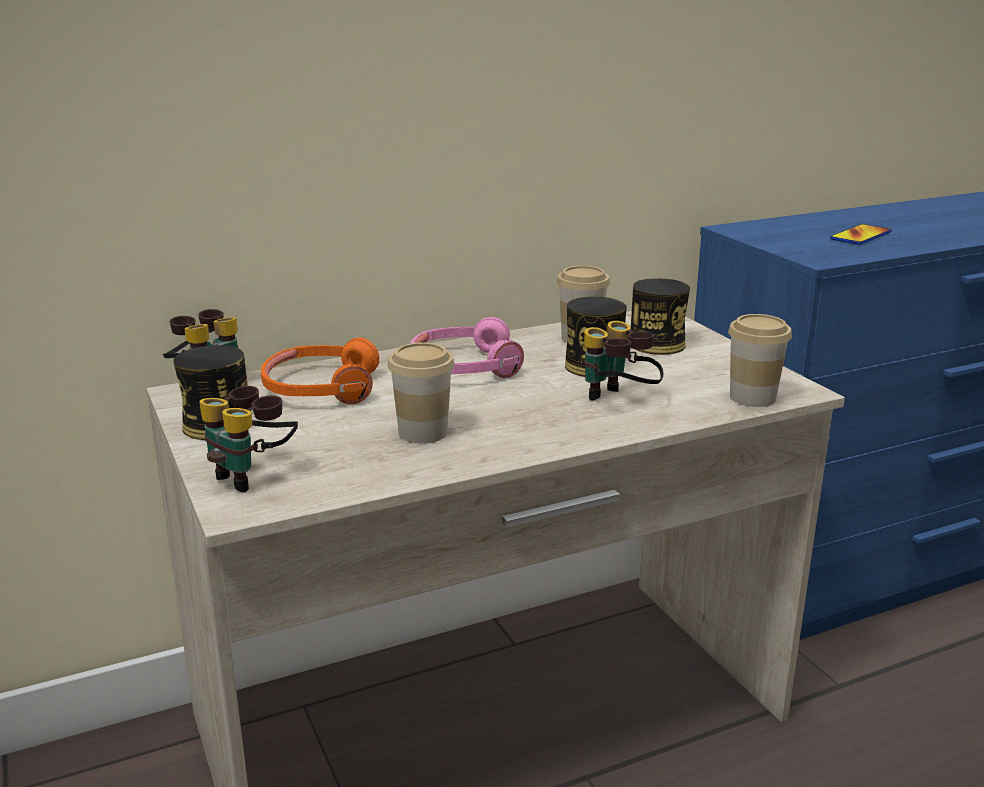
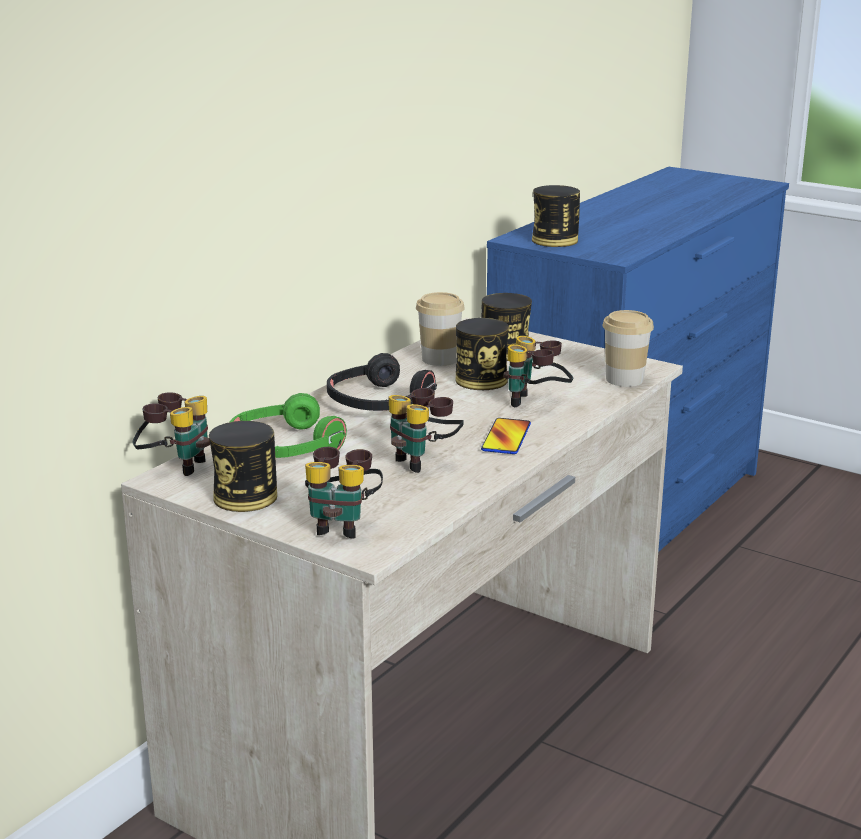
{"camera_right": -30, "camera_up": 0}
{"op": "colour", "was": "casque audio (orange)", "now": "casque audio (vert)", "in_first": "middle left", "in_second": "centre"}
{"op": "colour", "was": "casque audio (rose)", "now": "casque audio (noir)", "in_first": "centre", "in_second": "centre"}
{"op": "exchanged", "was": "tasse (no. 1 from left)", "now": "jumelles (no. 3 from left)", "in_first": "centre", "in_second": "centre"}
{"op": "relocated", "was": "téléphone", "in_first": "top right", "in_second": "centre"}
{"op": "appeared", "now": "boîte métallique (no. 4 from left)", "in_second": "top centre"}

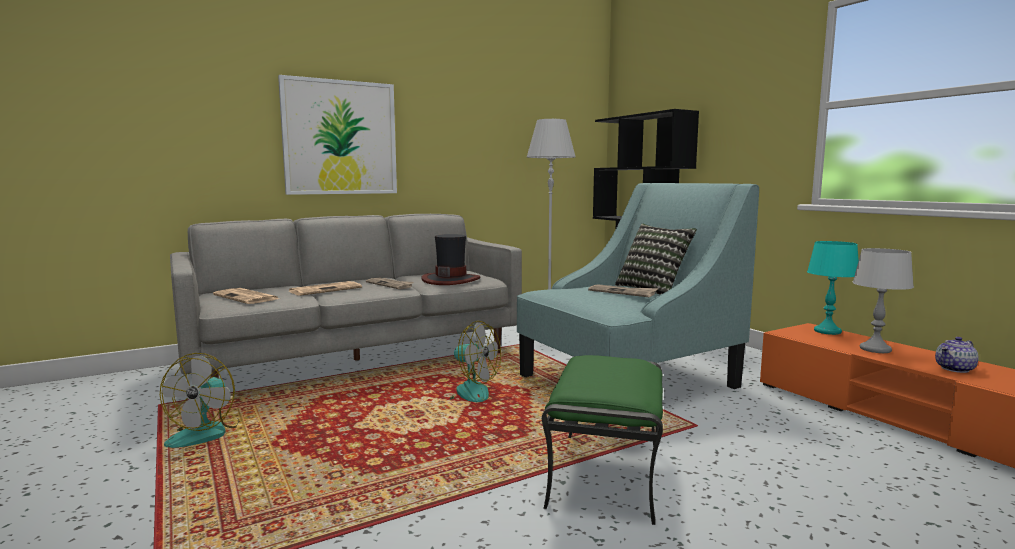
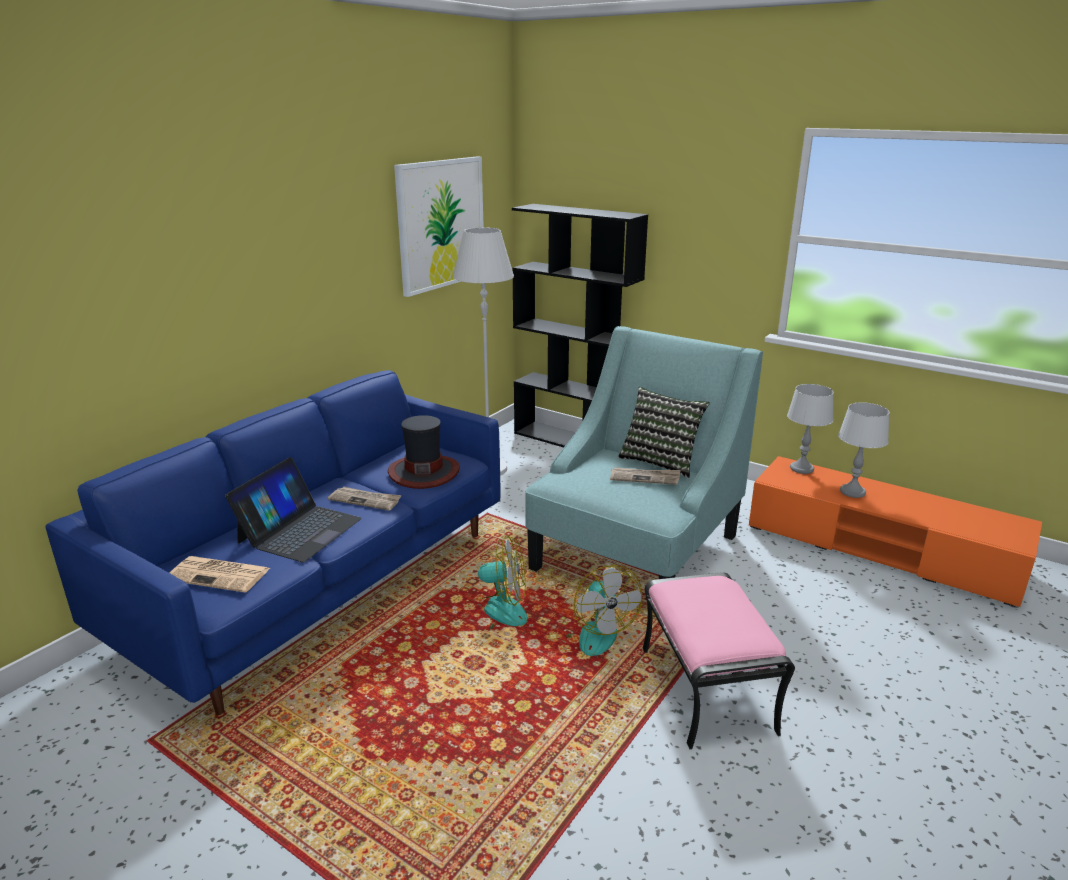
{"camera_right": -25, "camera_up": 15}
{"op": "colour", "was": "canapé (gris)", "now": "canapé (bleu)", "in_first": "centre", "in_second": "middle left"}
{"op": "exchanged", "was": "journal (no. 2 from left)", "now": "ordinateur portable", "in_first": "middle left", "in_second": "middle left"}
{"op": "relocated", "was": "tableau", "in_first": "top left", "in_second": "top centre"}
{"op": "relocated", "was": "ventilateur (no. 1 from left in the first image)", "now": "ventilateur (no. 2 from left)", "in_first": "bottom left", "in_second": "bottom centre"}
{"op": "colour", "was": "pouf (vert)", "now": "pouf (rose)", "in_first": "bottom centre", "in_second": "bottom right"}
{"op": "colour", "was": "lampe de table (turquoise)", "now": "lampe de table (gris) (no. 1 from left)", "in_first": "middle right", "in_second": "middle right"}
{"op": "missing", "was": "théière", "in_first": "middle right"}

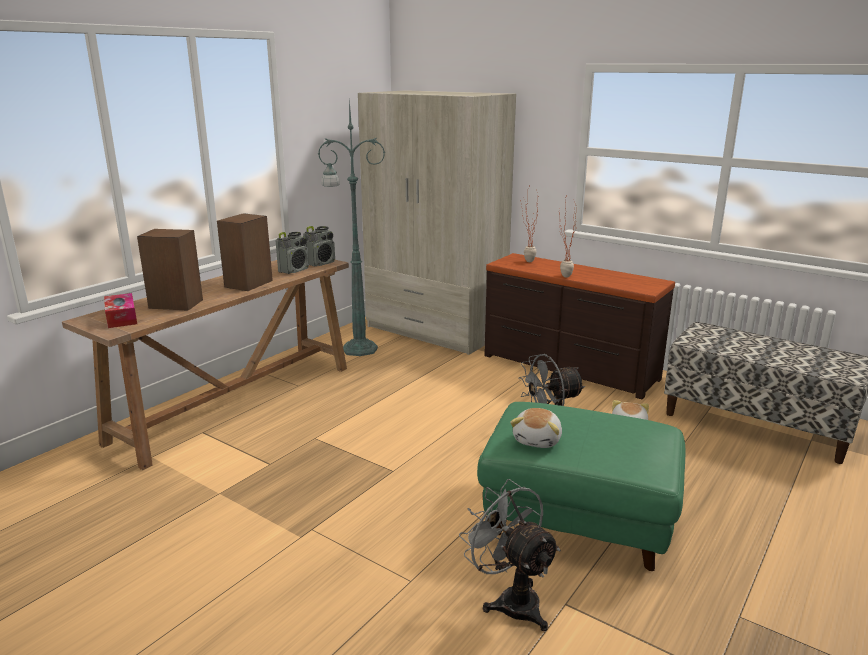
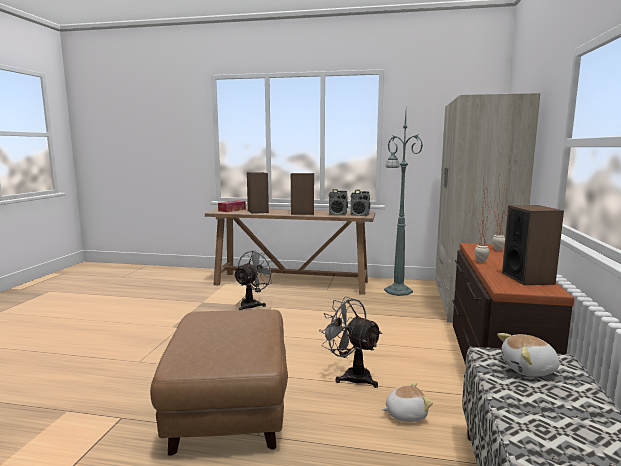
{"camera_right": 65, "camera_up": -10}
{"op": "colour", "was": "pouf (vert)", "now": "pouf (marron)", "in_first": "bottom right", "in_second": "bottom centre"}
{"op": "relocated", "was": "ventilateur (gris) (no. 1 from left)", "in_first": "bottom centre", "in_second": "centre"}
{"op": "relocated", "was": "peluche (no. 1 from left in the first image)", "now": "peluche (no. 2 from left)", "in_first": "centre", "in_second": "bottom right"}
{"op": "appeared", "now": "enceinte (no. 3 from left)", "in_second": "middle right"}

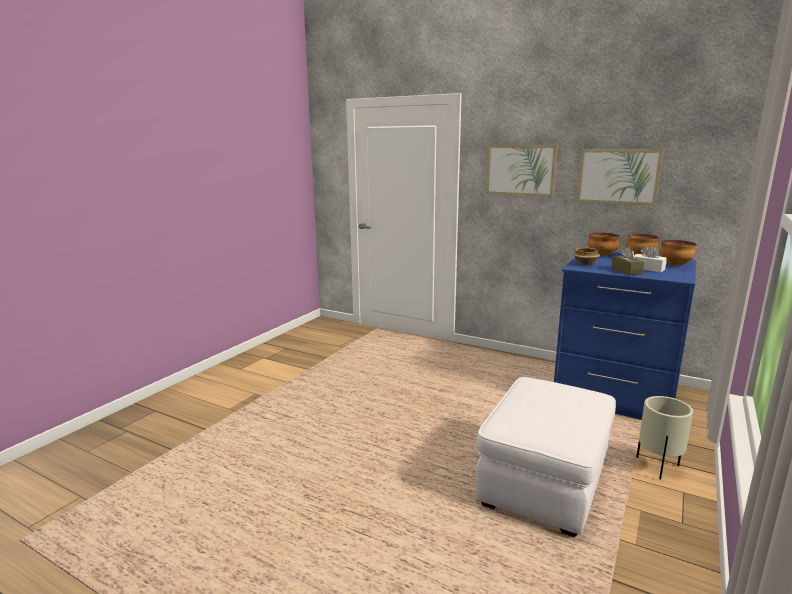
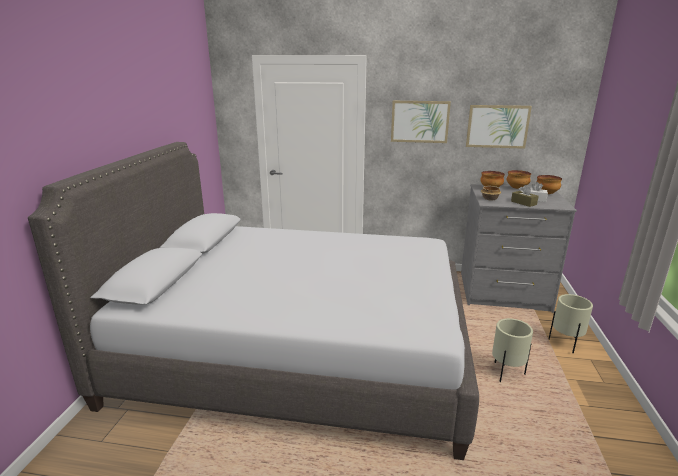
{"camera_right": -20, "camera_up": 5}
{"op": "appeared", "now": "lit (gris)", "in_second": "centre"}
{"op": "colour", "was": "commode (bleu)", "now": "commode (gris)", "in_first": "middle right", "in_second": "middle right"}
{"op": "exchanged", "was": "pouf (blanc)", "now": "cache-pot (beige) (no. 1 from left)", "in_first": "bottom right", "in_second": "bottom right"}

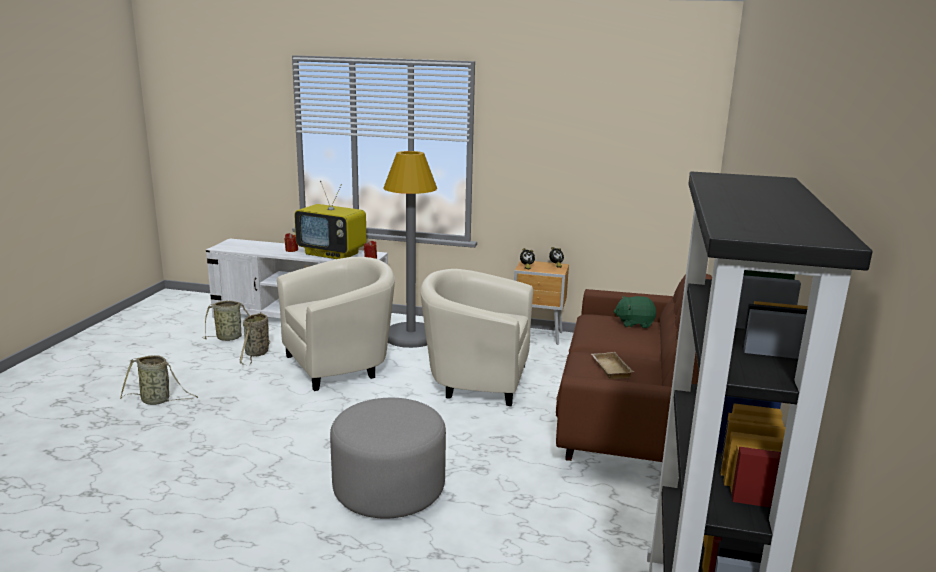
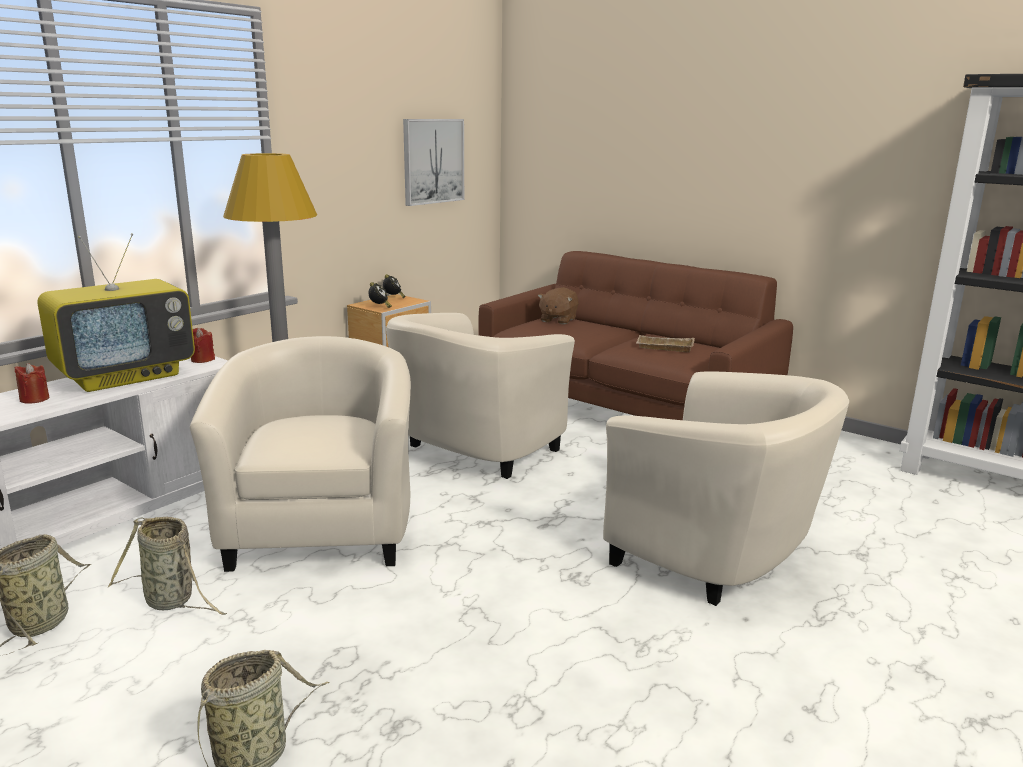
{"camera_right": -65, "camera_up": 0}
{"op": "appeared", "now": "tableau", "in_second": "top centre"}
{"op": "colour", "was": "peluche (vert)", "now": "peluche (marron)", "in_first": "middle right", "in_second": "centre"}
{"op": "exchanged", "was": "pouf (gris)", "now": "fauteuil (beige) (no. 3 from left)", "in_first": "bottom centre", "in_second": "middle right"}

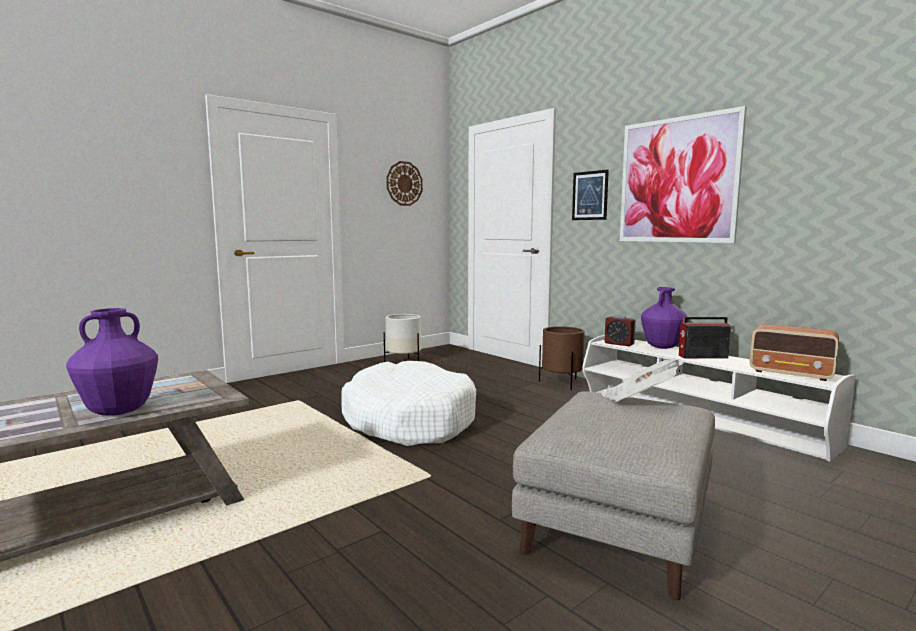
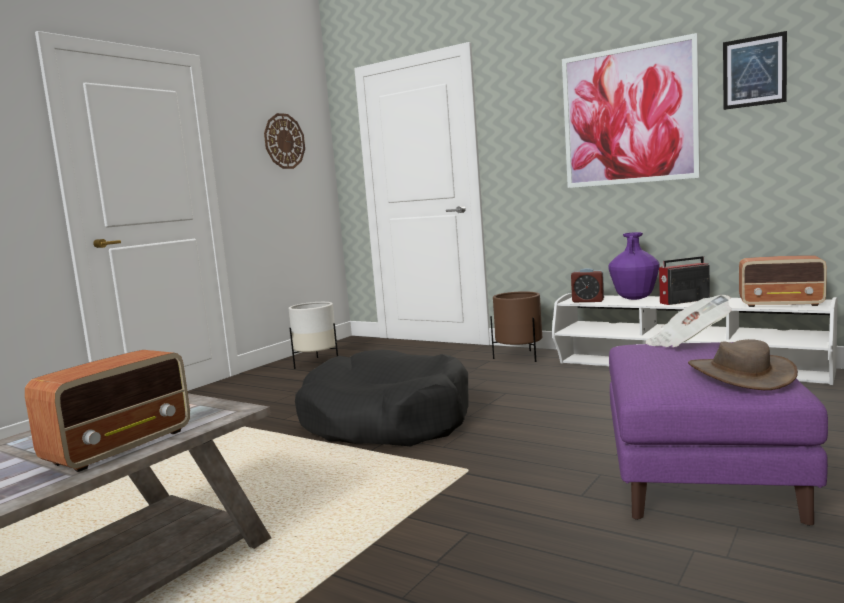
{"camera_right": -15, "camera_up": 0}
{"op": "exchanged", "was": "vase (violet) (no. 1 from left)", "now": "radio (no. 1 from left)", "in_first": "middle left", "in_second": "bottom left"}
{"op": "colour", "was": "panier pour chien (blanc)", "now": "panier pour chien (noir)", "in_first": "centre", "in_second": "centre"}
{"op": "colour", "was": "pouf (gris)", "now": "pouf (violet)", "in_first": "bottom right", "in_second": "bottom right"}
{"op": "appeared", "now": "chapeau (marron)", "in_second": "middle right"}
{"op": "relocated", "was": "tableau (no. 1 from left in the first image)", "now": "tableau (no. 2 from left)", "in_first": "top centre", "in_second": "top right"}

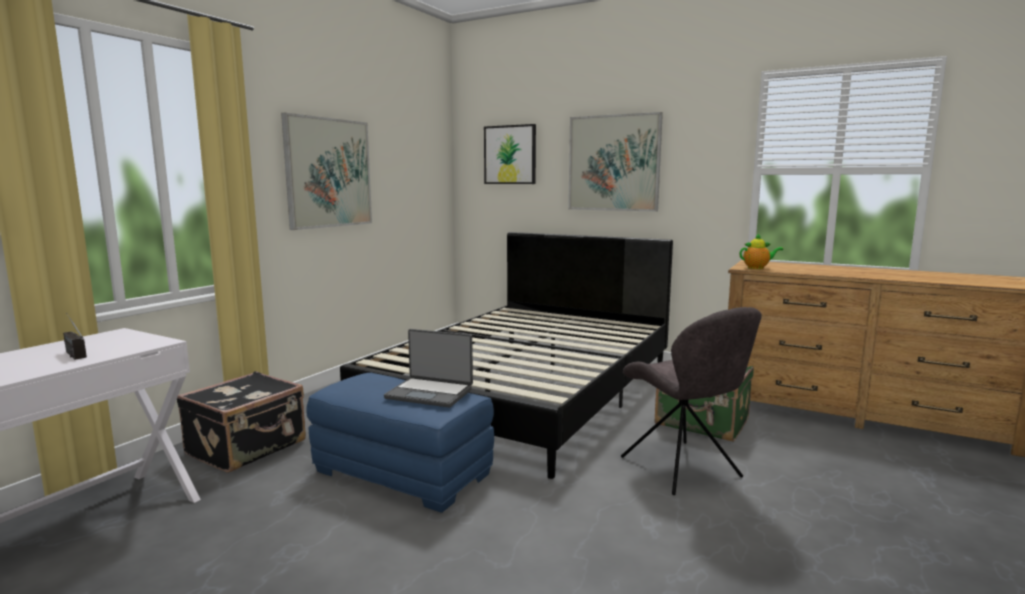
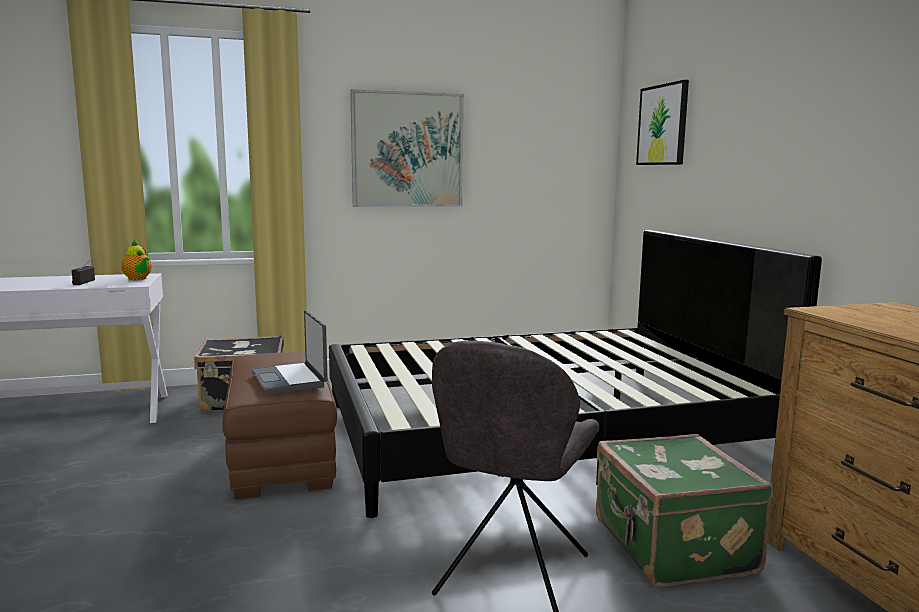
{"camera_right": 45, "camera_up": 0}
{"op": "relocated", "was": "théière", "in_first": "middle right", "in_second": "middle left"}
{"op": "colour", "was": "pouf (bleu)", "now": "pouf (marron)", "in_first": "bottom centre", "in_second": "bottom left"}
{"op": "missing", "was": "tableau (no. 3 from left)", "in_first": "top centre"}

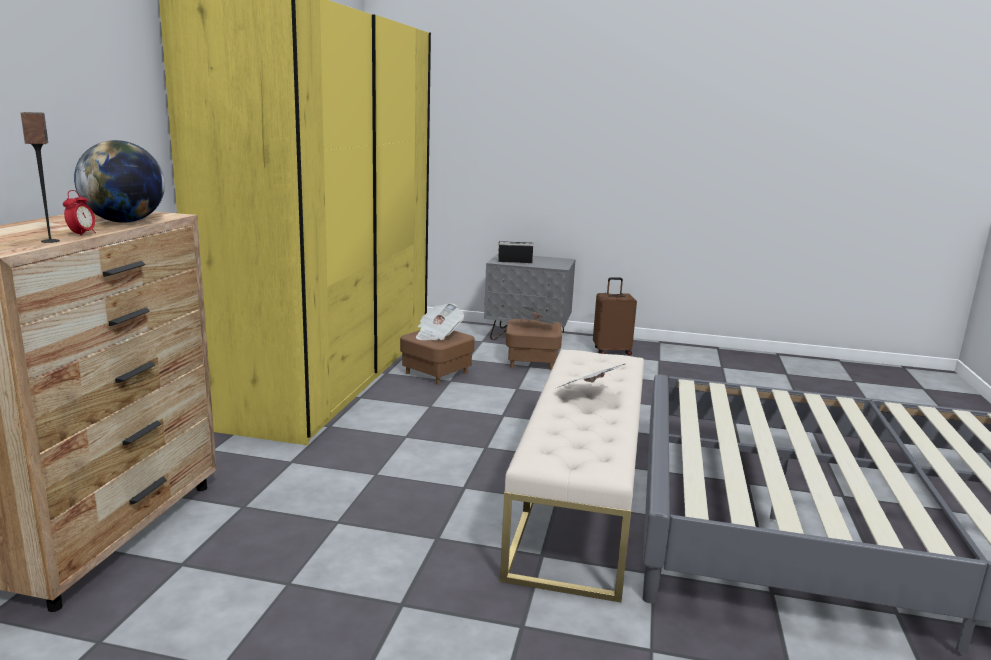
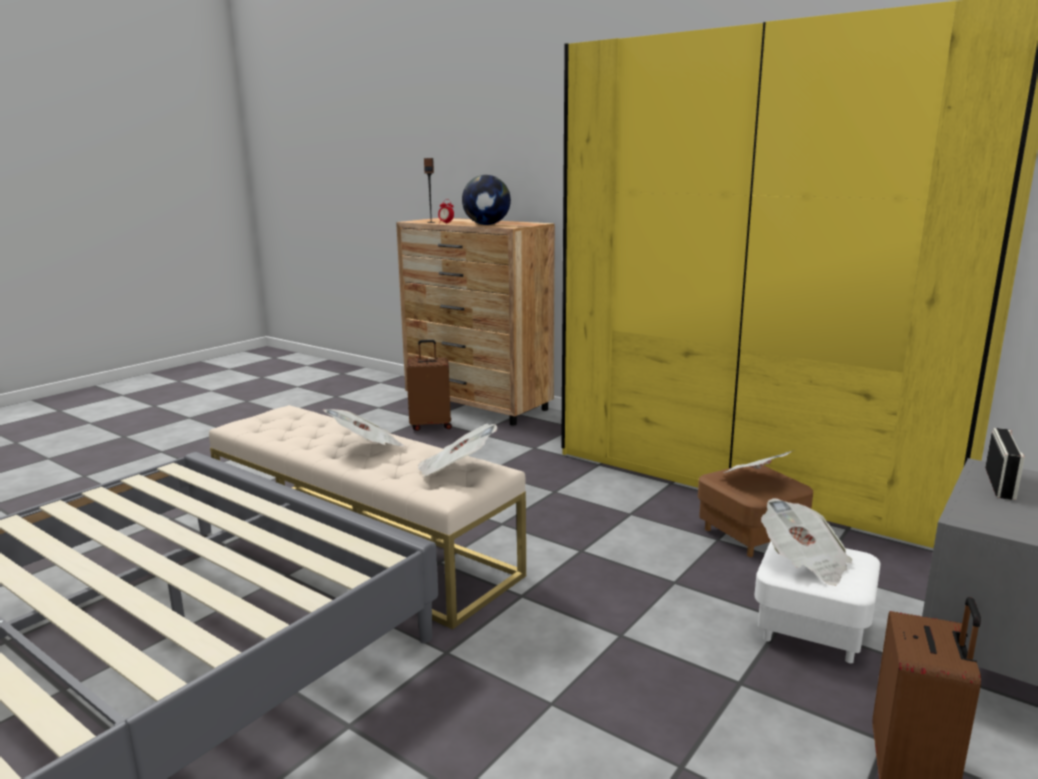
{"camera_right": 115, "camera_up": 0}
{"op": "appeared", "now": "valise (marron) (no. 1 from left)", "in_second": "centre"}
{"op": "appeared", "now": "journal (no. 2 from left)", "in_second": "centre"}
{"op": "colour", "was": "pouf (marron) (no. 2 from left)", "now": "pouf (blanc)", "in_first": "centre", "in_second": "bottom right"}

